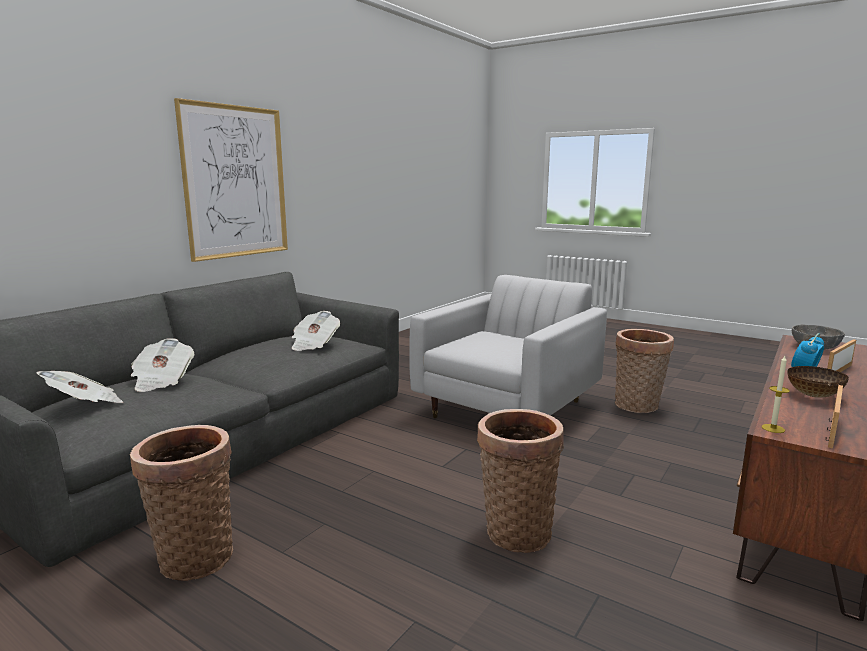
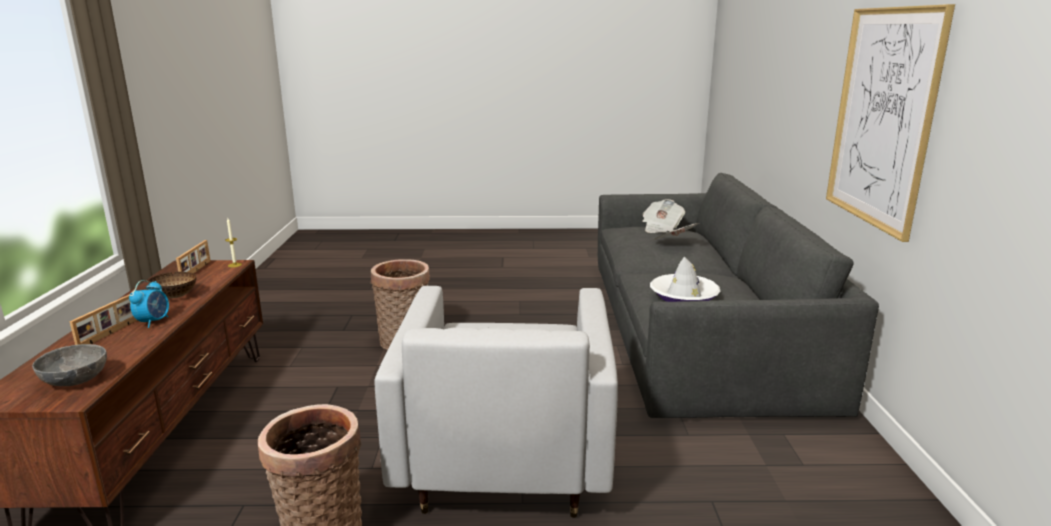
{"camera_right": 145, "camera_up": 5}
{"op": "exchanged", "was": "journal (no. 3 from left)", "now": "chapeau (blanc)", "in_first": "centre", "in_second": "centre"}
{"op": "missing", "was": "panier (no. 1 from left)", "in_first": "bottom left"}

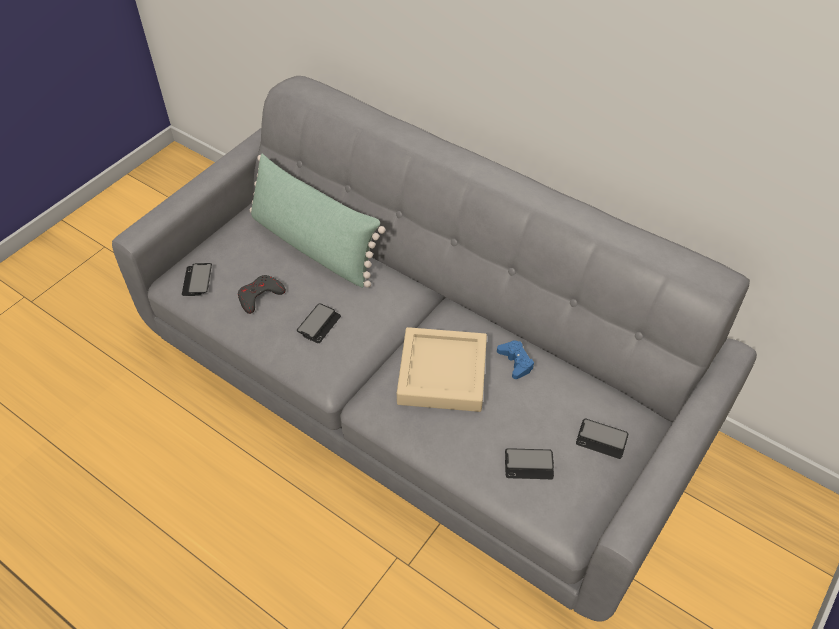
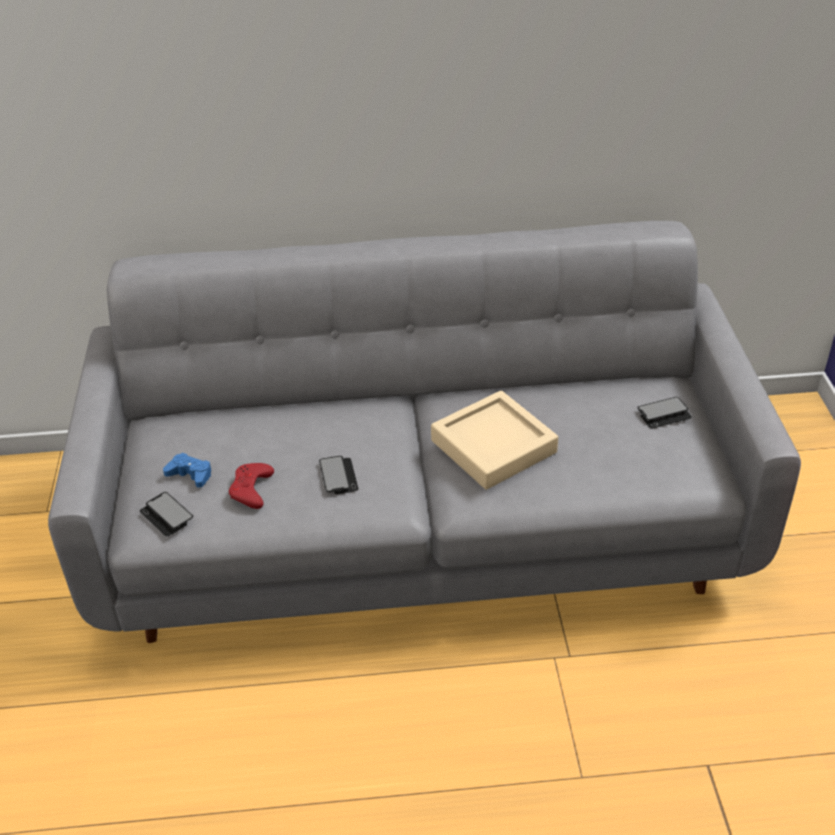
{"camera_right": -40, "camera_up": -10}
{"op": "relocated", "was": "manette (bleu)", "in_first": "centre", "in_second": "middle left"}
{"op": "colour", "was": "manette (gris)", "now": "manette (rouge)", "in_first": "middle left", "in_second": "middle left"}
{"op": "missing", "was": "coussin (vert)", "in_first": "centre"}
{"op": "missing", "was": "téléphone (no. 3 from left)", "in_first": "bottom centre"}

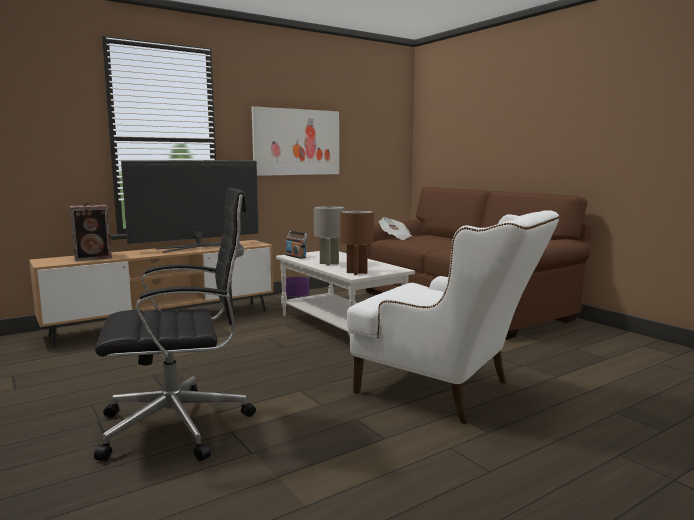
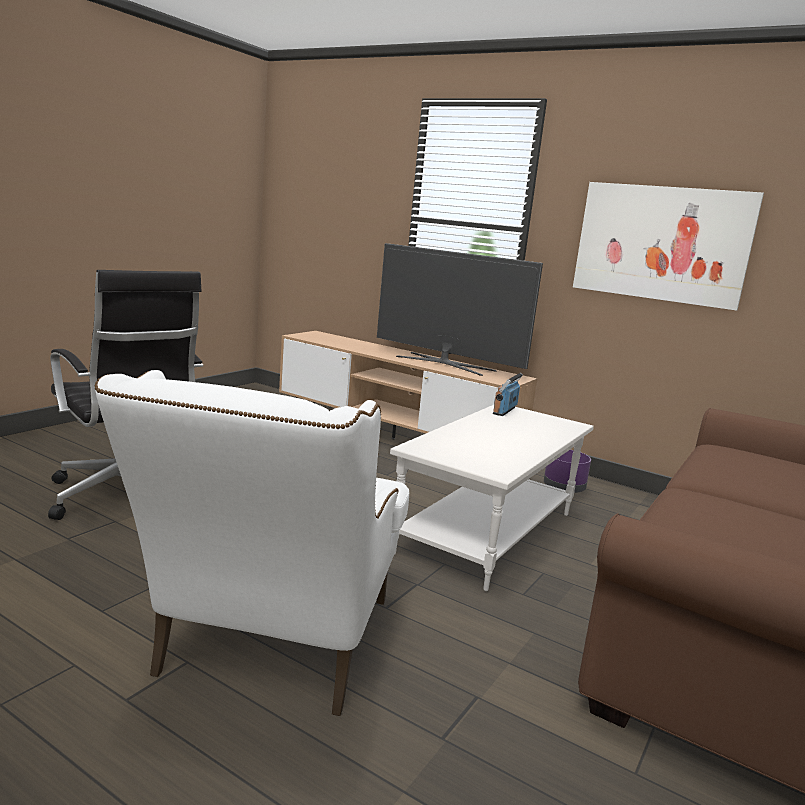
{"camera_right": 65, "camera_up": 5}
{"op": "missing", "was": "enceinte", "in_first": "middle left"}
{"op": "missing", "was": "lampe de table (gris)", "in_first": "centre"}
{"op": "missing", "was": "lampe de table (marron)", "in_first": "centre"}
{"op": "missing", "was": "journal", "in_first": "centre"}

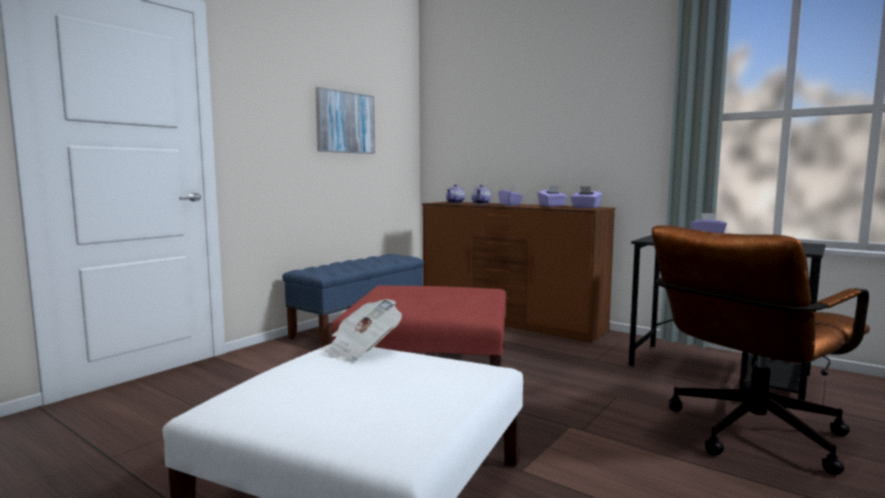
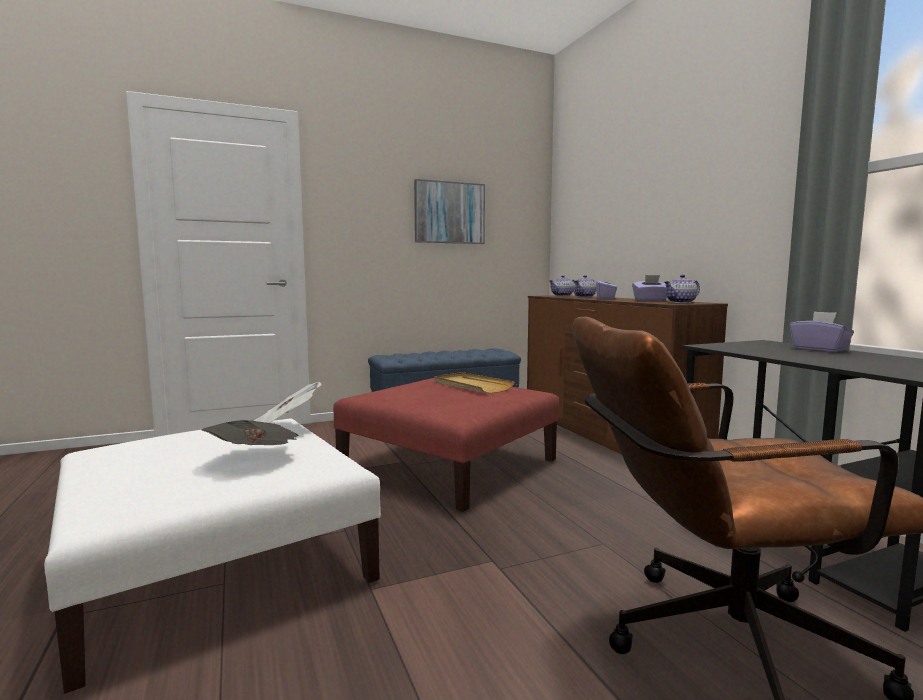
{"camera_right": 30, "camera_up": 0}
{"op": "appeared", "now": "journal (no. 1 from left)", "in_second": "middle left"}
{"op": "appeared", "now": "plateau (beige)", "in_second": "centre"}
{"op": "exchanged", "was": "boîte à mouchoirs (violet) (no. 3 from left)", "now": "théière (no. 3 from left)", "in_first": "centre", "in_second": "middle right"}

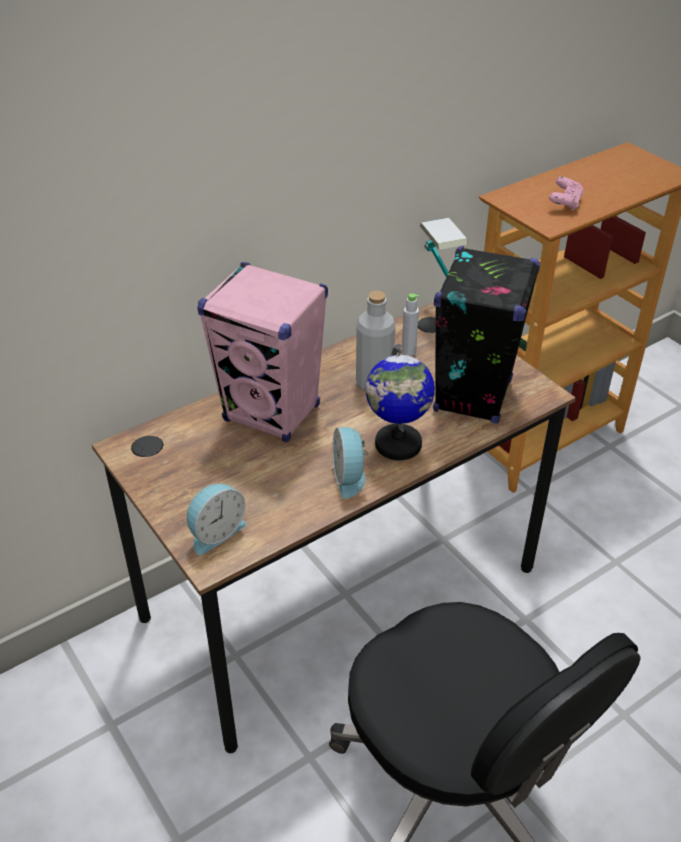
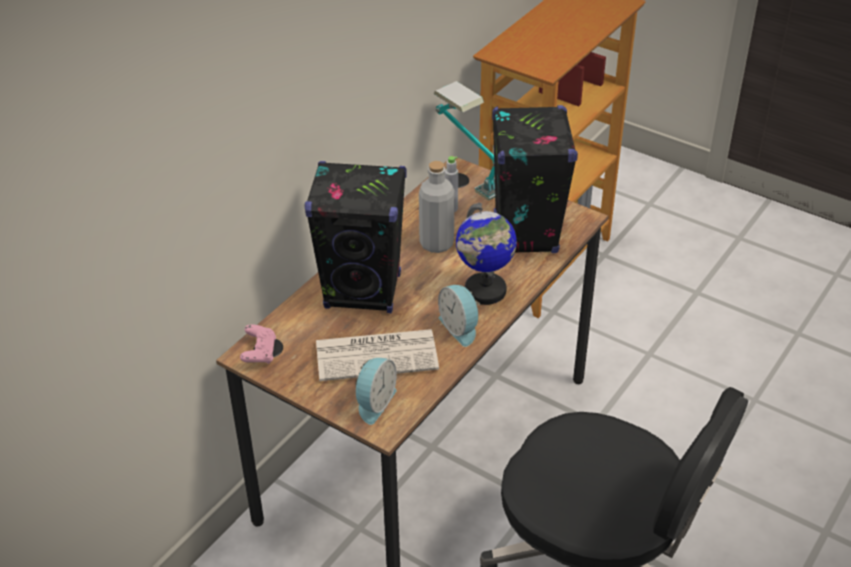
{"camera_right": -20, "camera_up": 0}
{"op": "relocated", "was": "manette (rose)", "in_first": "top right", "in_second": "middle left"}
{"op": "colour", "was": "enceinte (rose)", "now": "enceinte (noir) (no. 1 from left)", "in_first": "centre", "in_second": "centre"}
{"op": "appeared", "now": "journal", "in_second": "centre"}

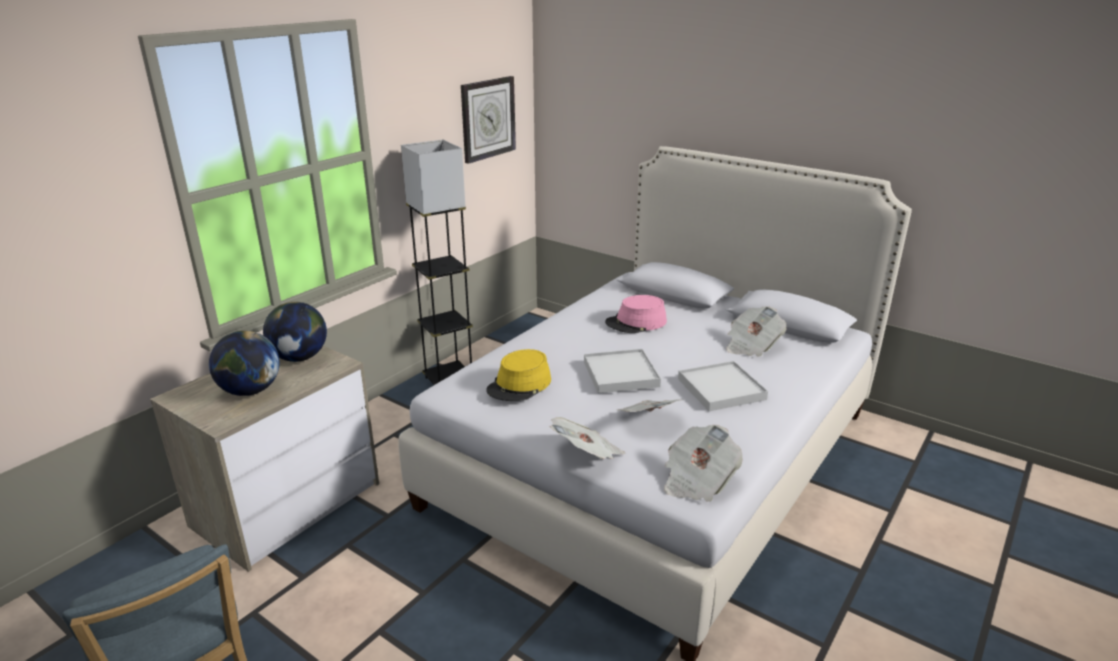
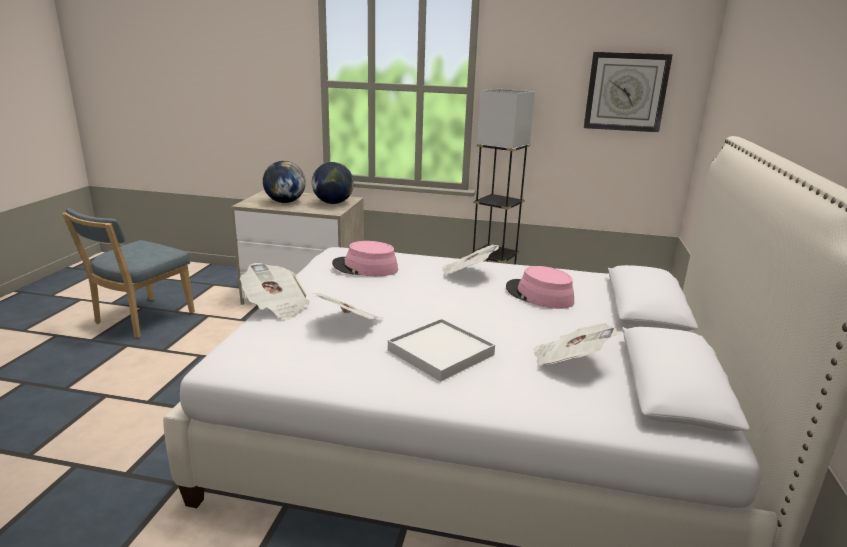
{"camera_right": 65, "camera_up": -5}
{"op": "colour", "was": "chapeau (jaune)", "now": "chapeau (rose) (no. 1 from left)", "in_first": "centre", "in_second": "centre"}
{"op": "relocated", "was": "journal (no. 3 from left)", "in_first": "bottom centre", "in_second": "centre"}
{"op": "missing", "was": "plateau (blanc) (no. 1 from left)", "in_first": "centre"}

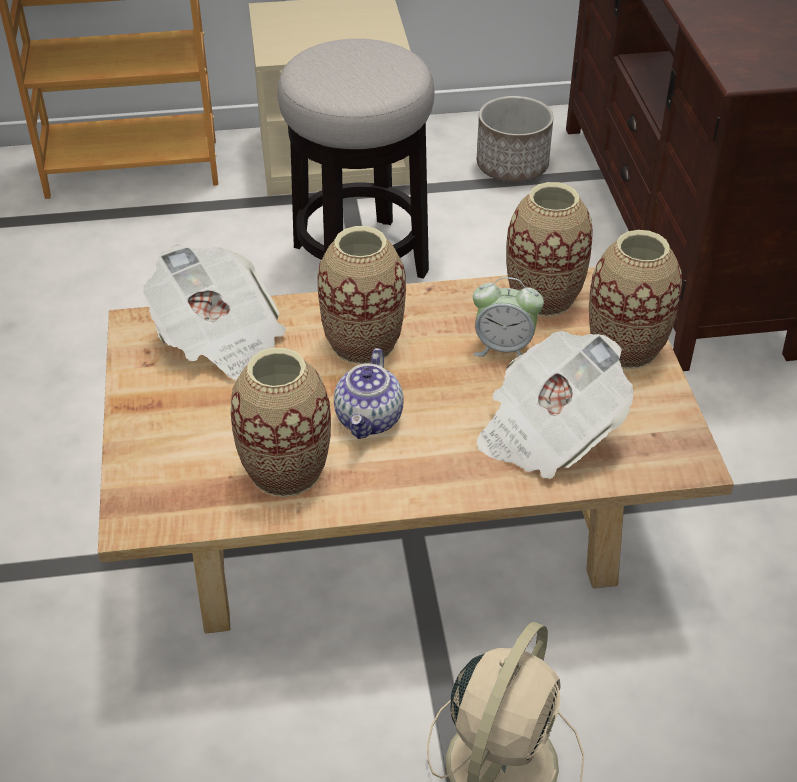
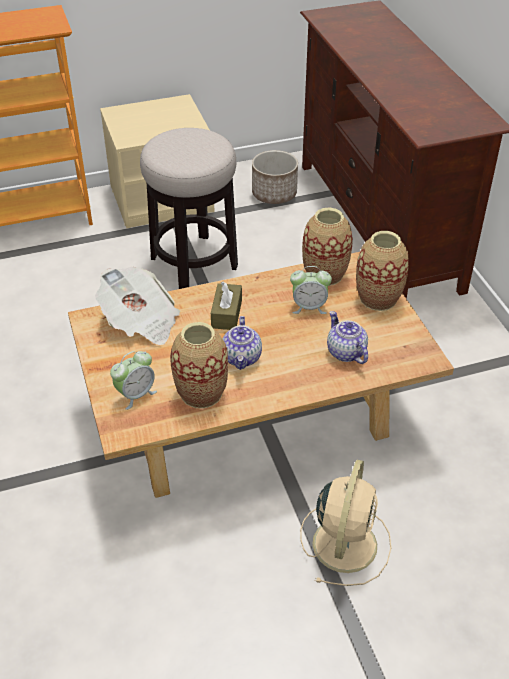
{"camera_right": -10, "camera_up": 0}
{"op": "appeared", "now": "réveil (no. 1 from left)", "in_second": "middle left"}
{"op": "exchanged", "was": "vase (no. 2 from left)", "now": "boîte à mouchoirs (marron)", "in_first": "centre", "in_second": "centre"}
{"op": "exchanged", "was": "journal (no. 2 from left)", "now": "théière (no. 2 from left)", "in_first": "middle right", "in_second": "middle right"}

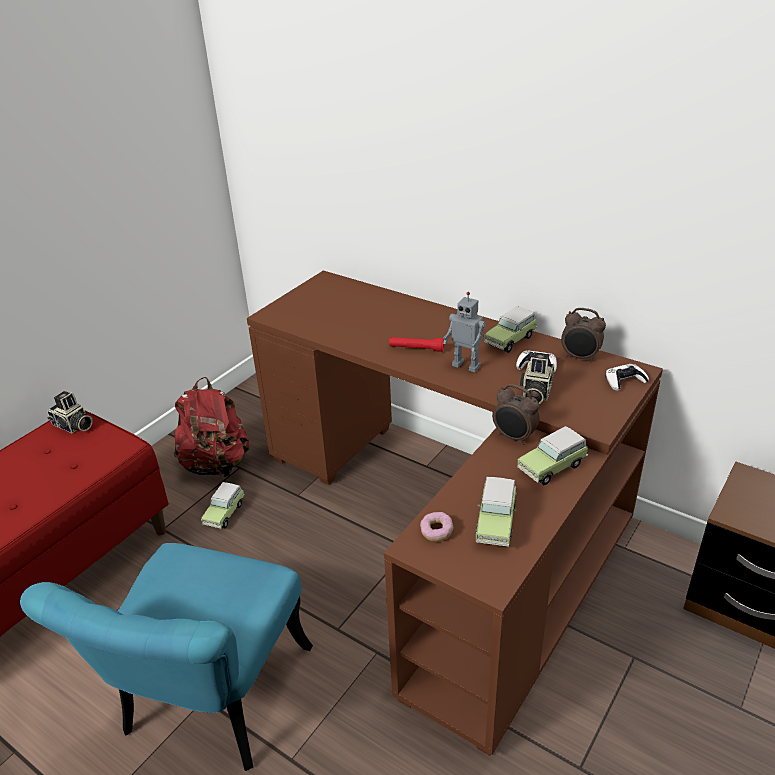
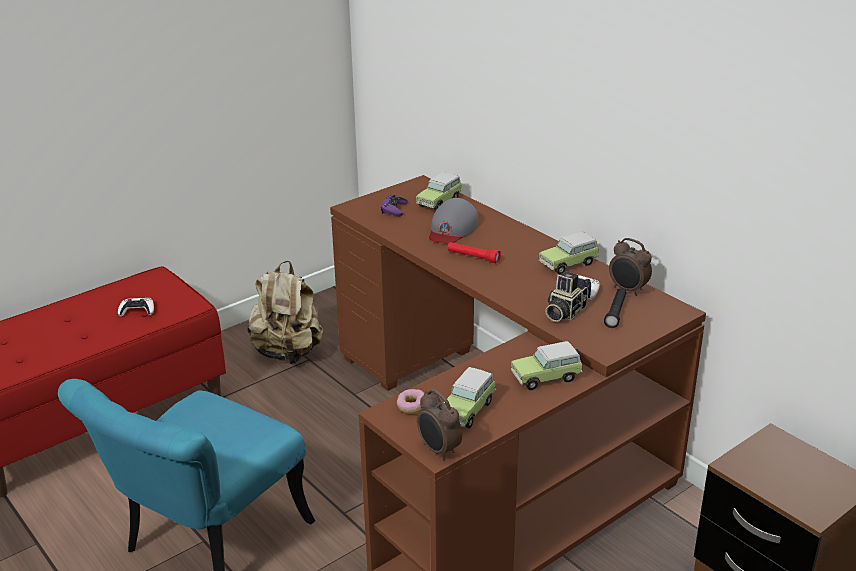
{"camera_right": 15, "camera_up": -5}
{"op": "relocated", "was": "manette (blanc) (no. 2 from left in the first image)", "now": "manette (blanc) (no. 1 from left)", "in_first": "middle right", "in_second": "middle left"}
{"op": "colour", "was": "sac à dos (rouge)", "now": "sac à dos (beige)", "in_first": "middle left", "in_second": "middle left"}
{"op": "appeared", "now": "manette (violet)", "in_second": "centre"}
{"op": "relocated", "was": "petite voiture (no. 1 from left)", "in_first": "middle left", "in_second": "centre"}
{"op": "relocated", "was": "réveil (no. 1 from left)", "in_first": "centre", "in_second": "bottom centre"}
{"op": "appeared", "now": "casquette (gris)", "in_second": "centre"}
{"op": "appeared", "now": "lampe de poche (noir)", "in_second": "middle right"}
{"op": "missing", "was": "appareil photo (no. 1 from left)", "in_first": "middle left"}
{"op": "missing", "was": "robot jouet", "in_first": "centre"}

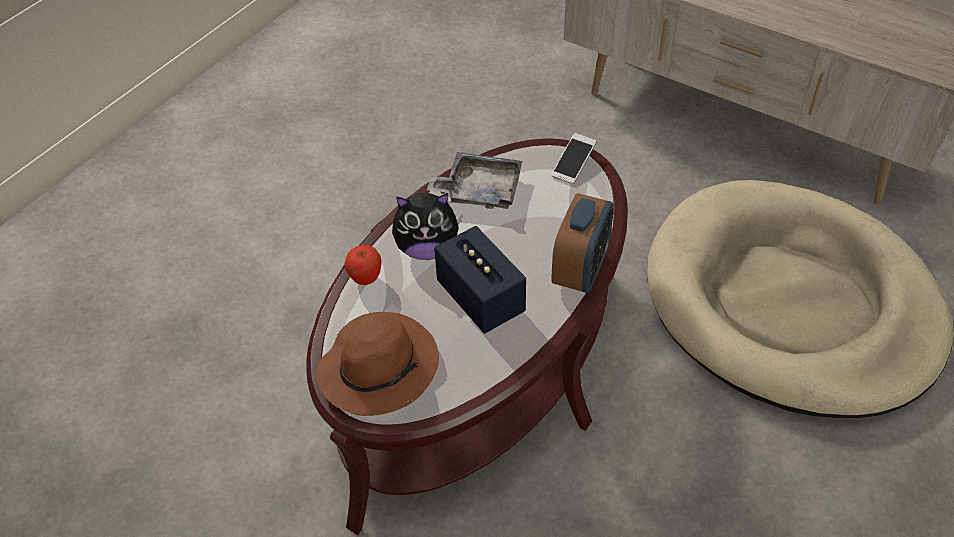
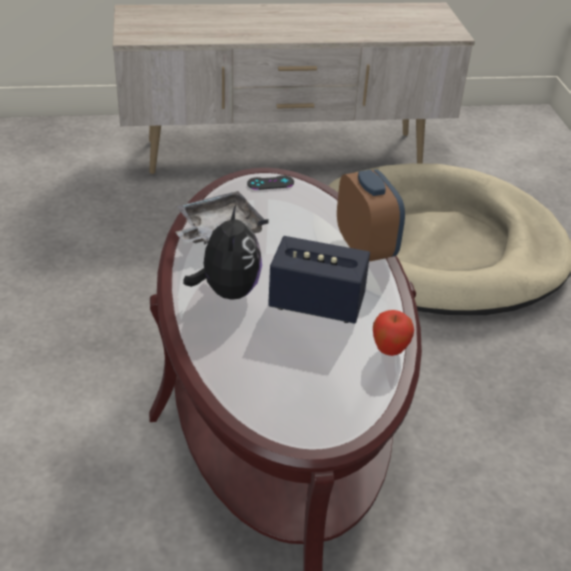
{"camera_right": -45, "camera_up": -10}
{"op": "spun", "was": "peluche", "in_first": "centre", "in_second": "centre", "clockwise": -45}
{"op": "exchanged", "was": "téléphone", "now": "manette (noir)", "in_first": "top centre", "in_second": "top centre"}
{"op": "relocated", "was": "pomme", "in_first": "centre", "in_second": "middle right"}
{"op": "missing", "was": "chapeau (marron)", "in_first": "bottom centre"}

